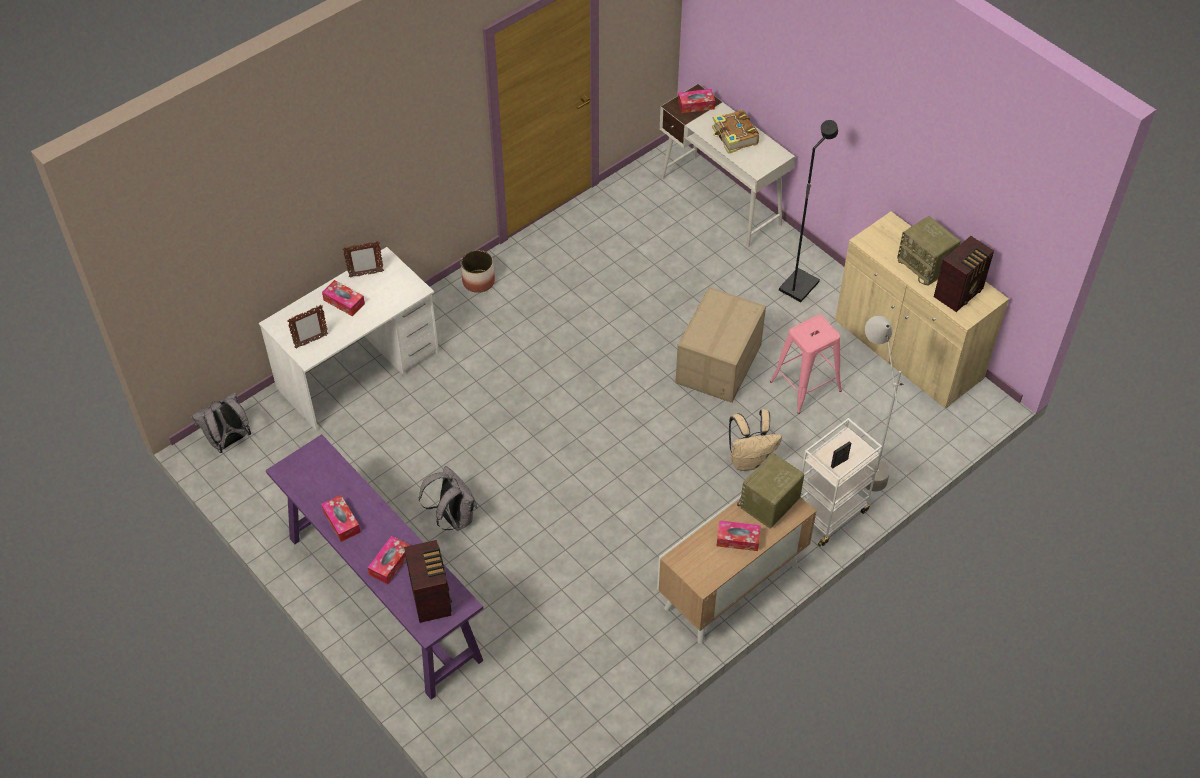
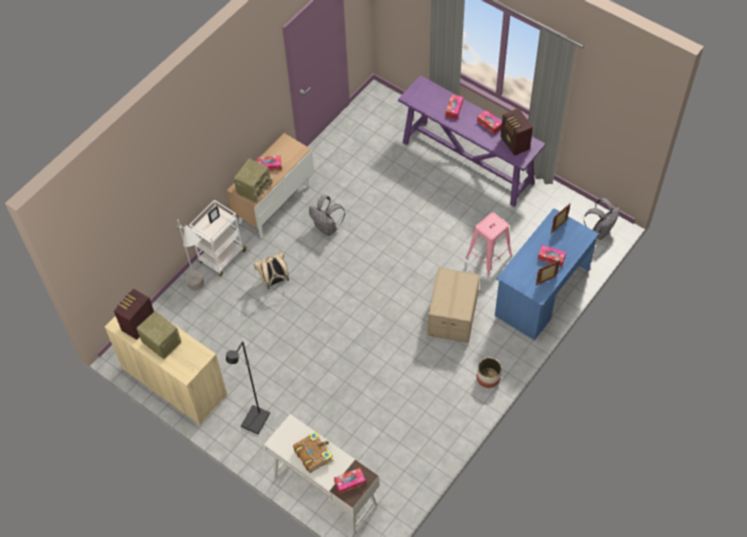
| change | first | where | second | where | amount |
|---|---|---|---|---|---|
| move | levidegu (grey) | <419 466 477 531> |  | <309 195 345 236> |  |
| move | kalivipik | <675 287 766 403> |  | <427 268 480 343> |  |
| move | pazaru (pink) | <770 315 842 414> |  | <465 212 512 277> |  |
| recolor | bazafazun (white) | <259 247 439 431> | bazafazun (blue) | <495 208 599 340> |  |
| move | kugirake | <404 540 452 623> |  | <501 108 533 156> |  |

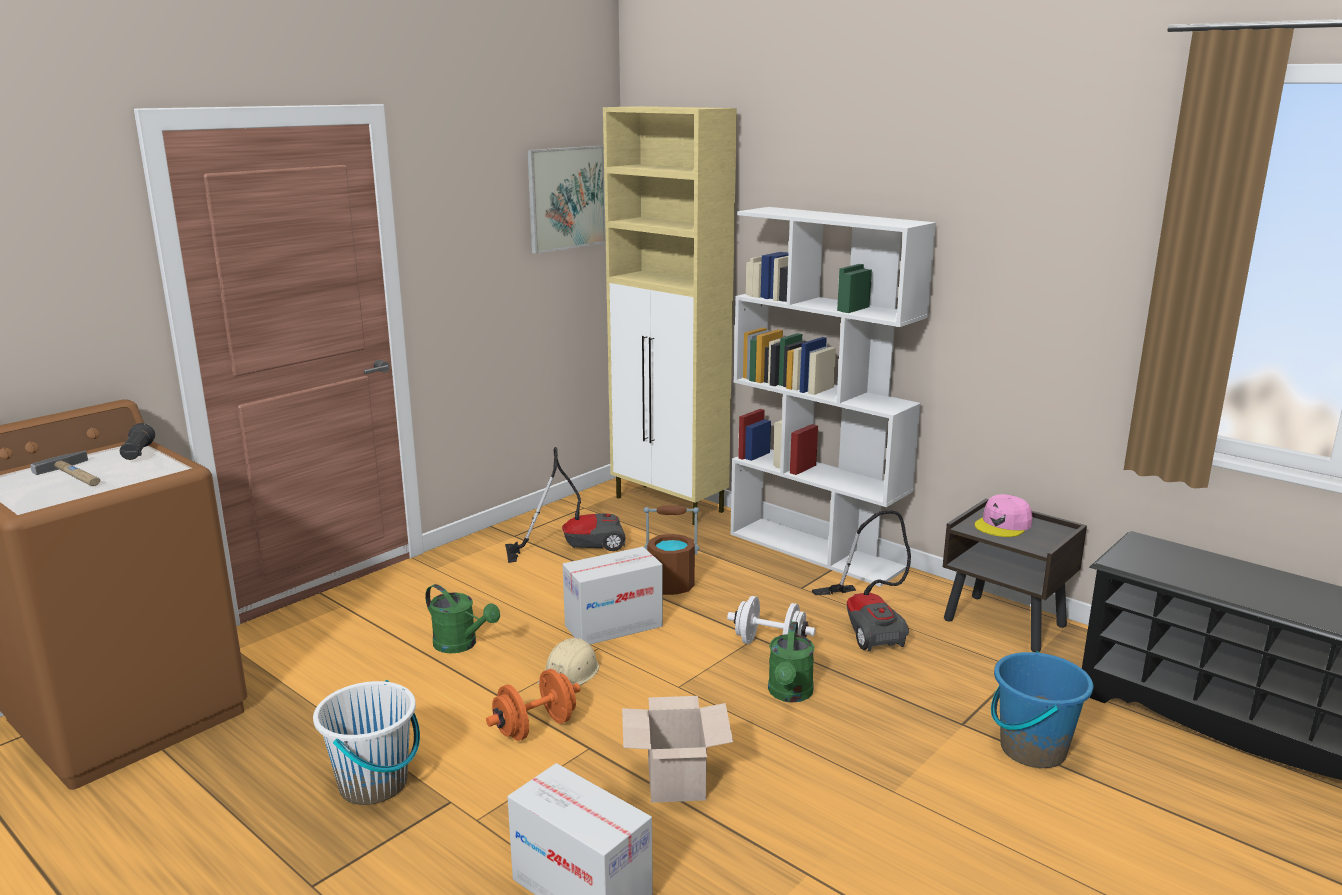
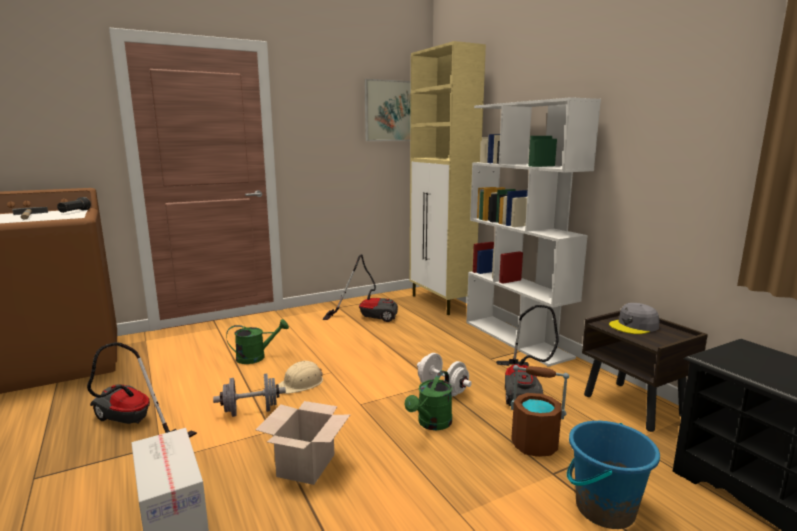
| change | first | where | second | where | amount |
|---|---|---|---|---|---|
| replace | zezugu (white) | <313 680 420 805> | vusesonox | <87 342 197 438> |  |
| recolor | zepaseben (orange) | <486 669 580 741> | zepaseben (grey) | <213 374 286 417> |  |
| rotate | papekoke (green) | <425 584 500 654> |  | <226 319 289 364> | 75 degrees counterclockwise |
| move | zezugu (brown) | <644 505 699 595> |  | <511 365 569 457> |  |
| recolor | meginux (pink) | <975 494 1032 537> | meginux (grey) | <609 303 659 334> |  |
| delete | kalivipik | <562 547 663 645> |  |  |  |

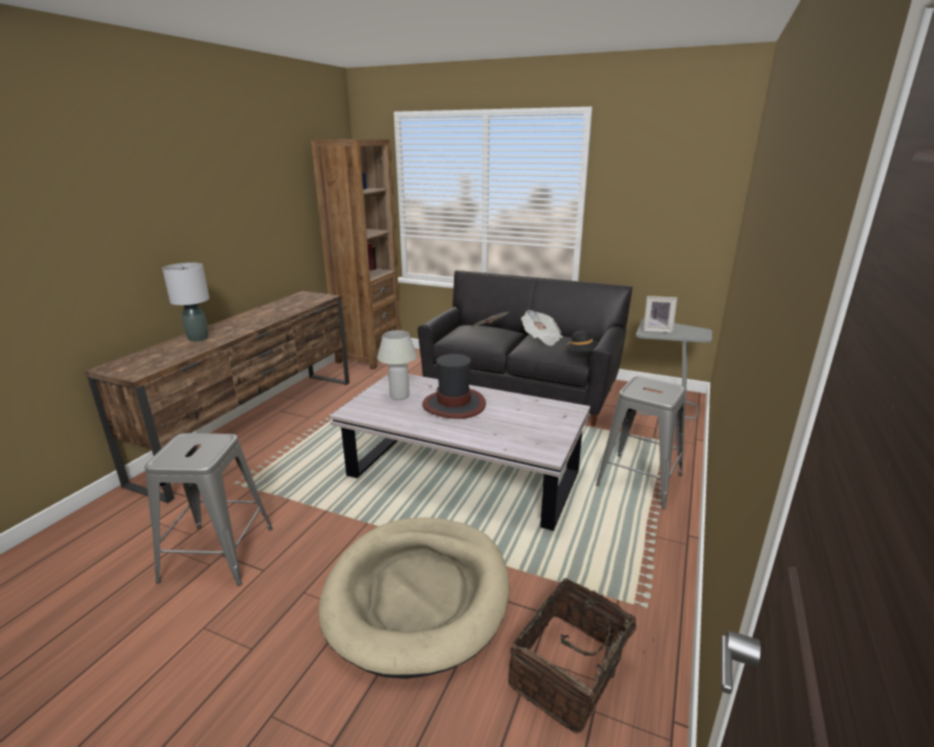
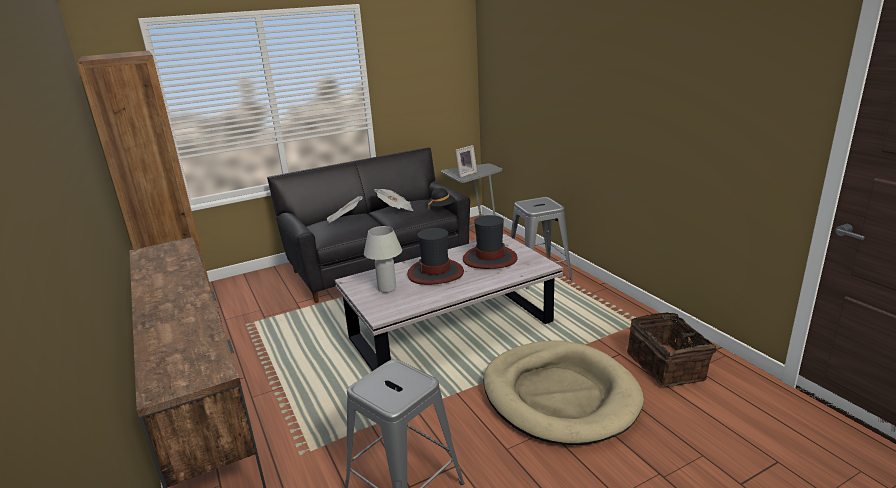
| change | first | where | second | where | amount |
|---|---|---|---|---|---|
| insert |  |  | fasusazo | <463 215 518 269> |  |
| delete | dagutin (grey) | <162 263 209 342> |  |  |  |

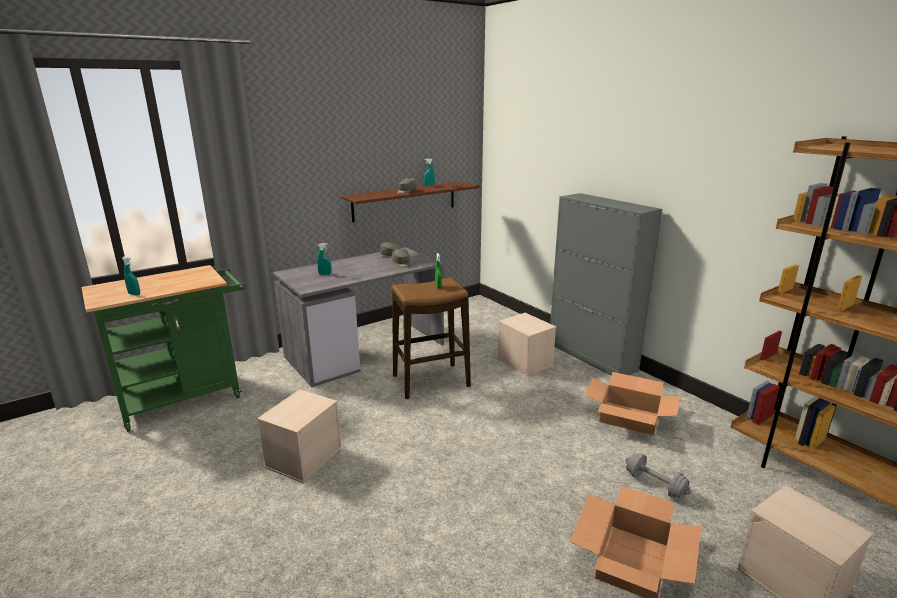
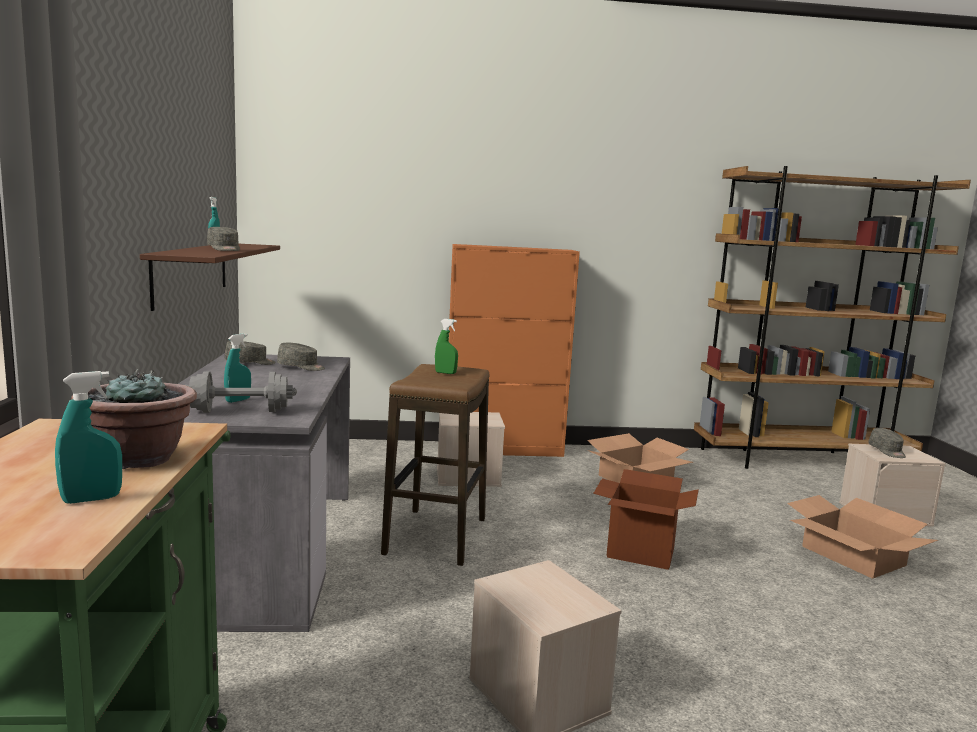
| change | first | where | second | where | amount |
|---|---|---|---|---|---|
| insert |  |  | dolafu | <71 369 197 469> |  |
| move | zepaseben (grey) | <625 453 691 499> |  | <186 371 297 413> |  |
| recolor | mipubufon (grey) | <550 193 662 376> | mipubufon (orange) | <449 244 580 457> |  |
| insert |  |  | kalivipik | <593 469 699 570> |  |
| insert |  |  | meginux (grey) | <868 428 906 458> |  |

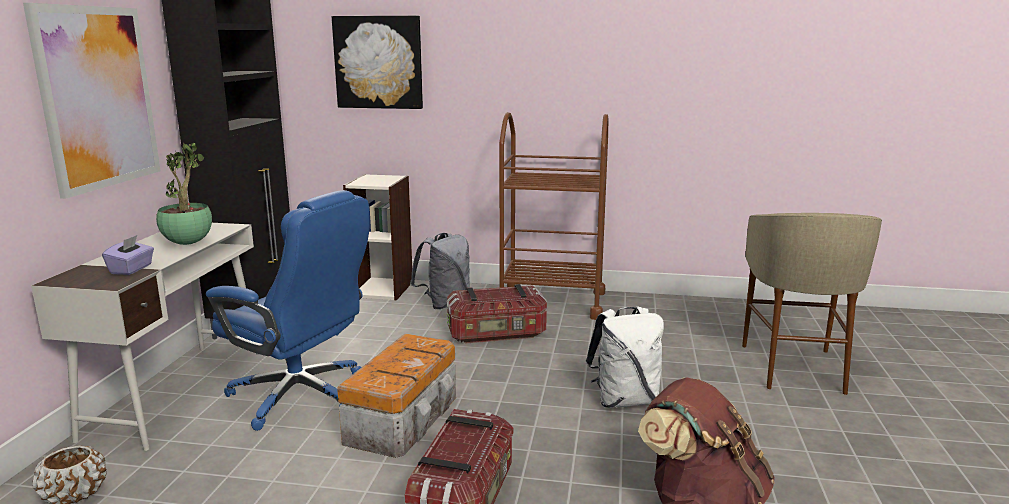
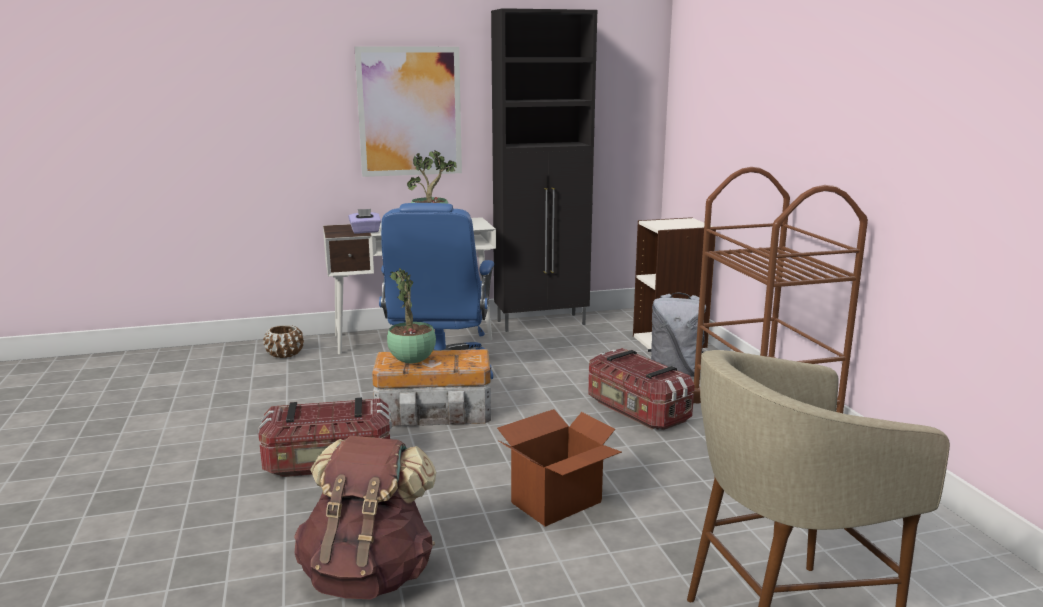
| change | first | where | second | where | amount |
|---|---|---|---|---|---|
| insert |  |  | dolafu | <387 268 436 364> |  |
| replace | levidegu (white) | <585 306 664 408> | kalivipik | <497 409 622 527> |  |
| delete | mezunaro | <332 16 423 109> |  |  |  |

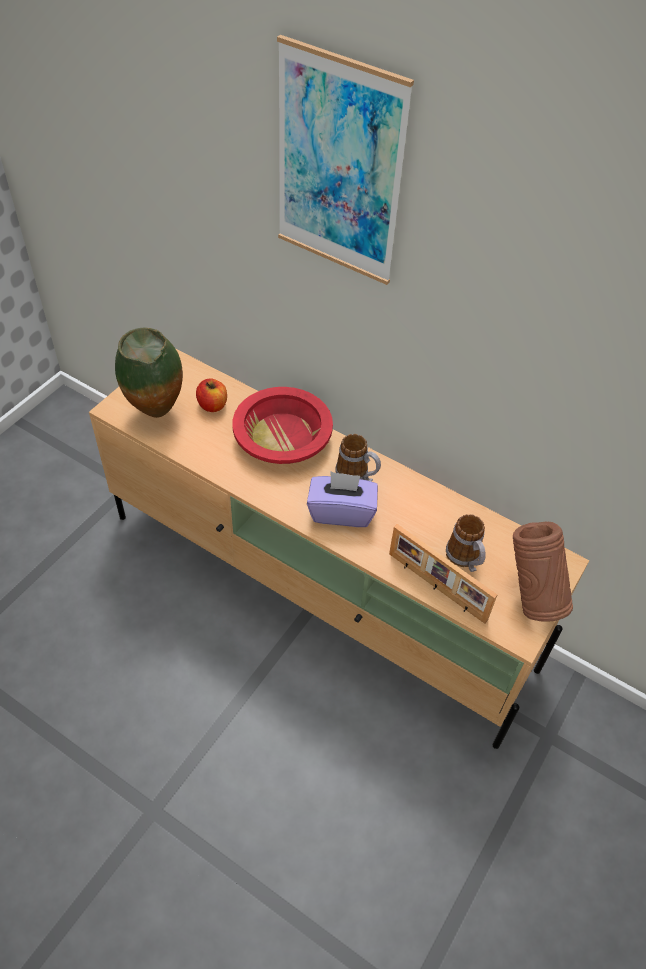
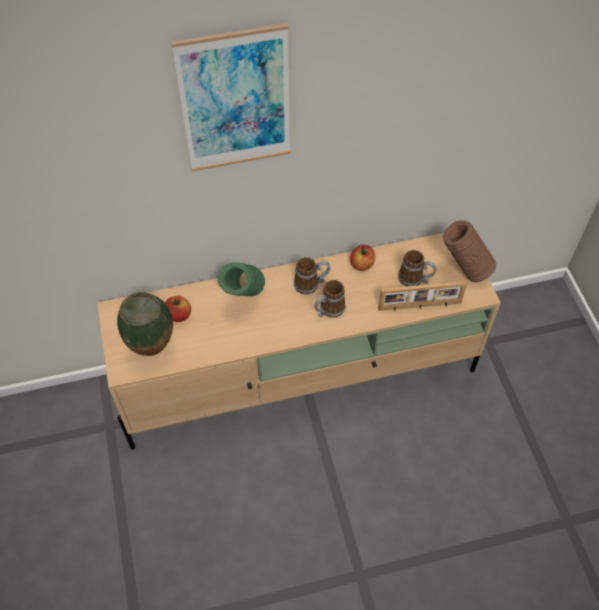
| change | first | where | second | where | amount |
|---|---|---|---|---|---|
| replace | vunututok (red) | <233 387 333 464> | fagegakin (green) | <217 262 265 296> |  |
| replace | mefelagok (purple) | <307 472 378 527> | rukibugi | <314 280 346 318> |  |
| insert |  |  | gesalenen | <350 245 375 271> |  |

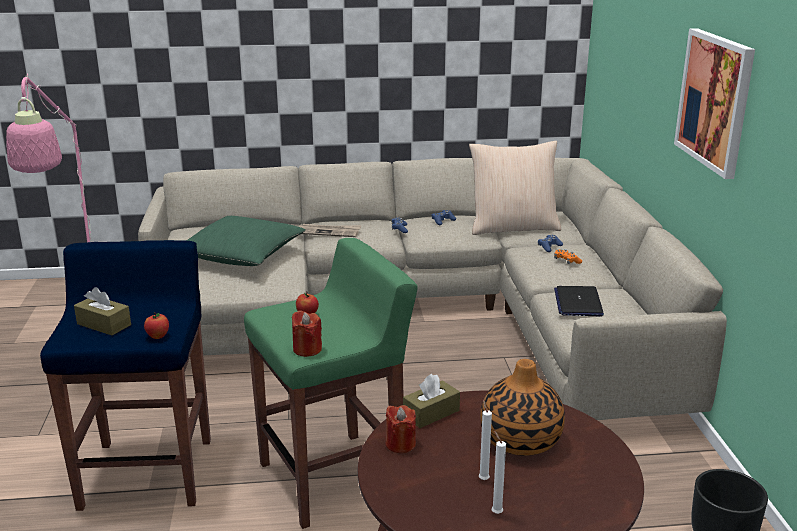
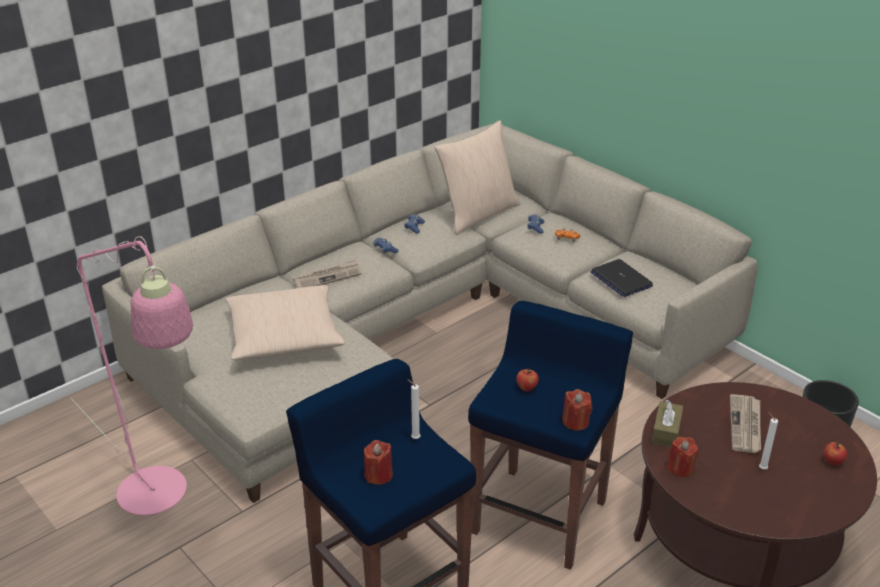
| change | first | where | second | where | amount |
|---|---|---|---|---|---|
| recolor | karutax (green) | <186 216 306 266> | karutax (beige) | <225 285 345 360> |  |
| replace | mefelagok (brown) | <74 287 131 335> | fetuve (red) | <364 440 393 484> |  |
| move | fetuve (white) | <492 431 506 514> |  | <407 379 421 439> |  |
| recolor | pazaru (green) | <244 238 418 529> | pazaru (blue) | <468 301 633 570> |  |
| replace | fagegakin | <480 359 565 456> | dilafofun | <730 394 761 453> |  |
| move | gesalenen | <144 312 169 339> |  | <824 442 847 465> |  |
| delete | mezunaro | <674 28 755 179> |  |  |  |

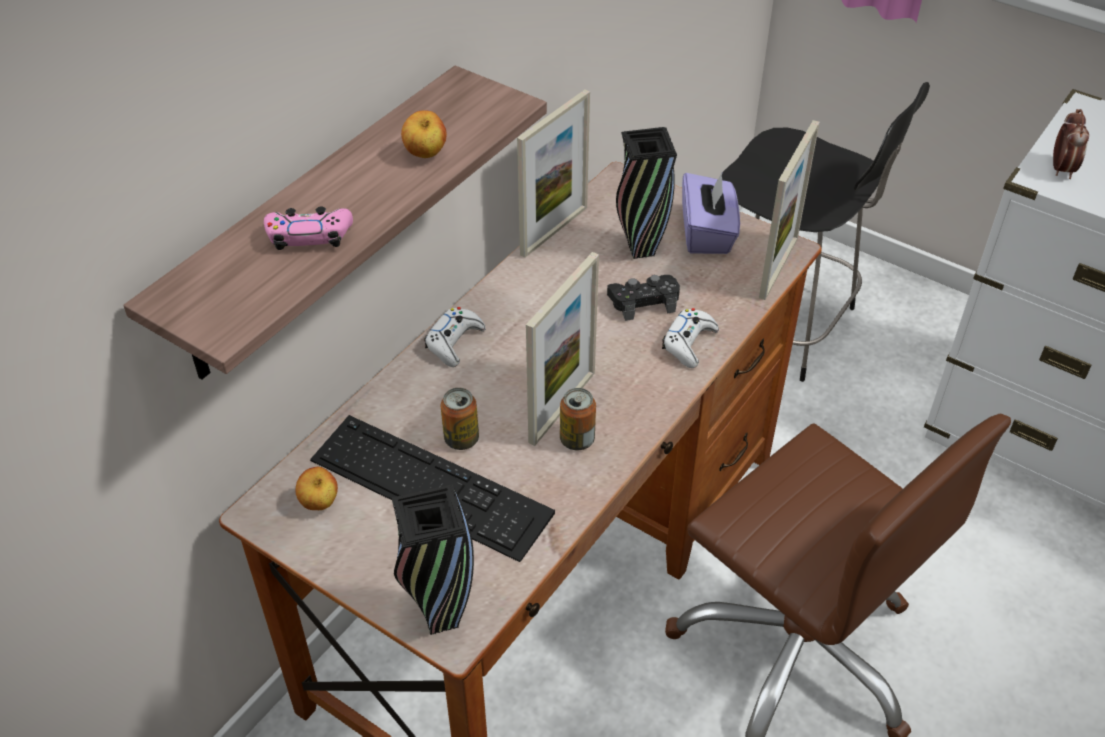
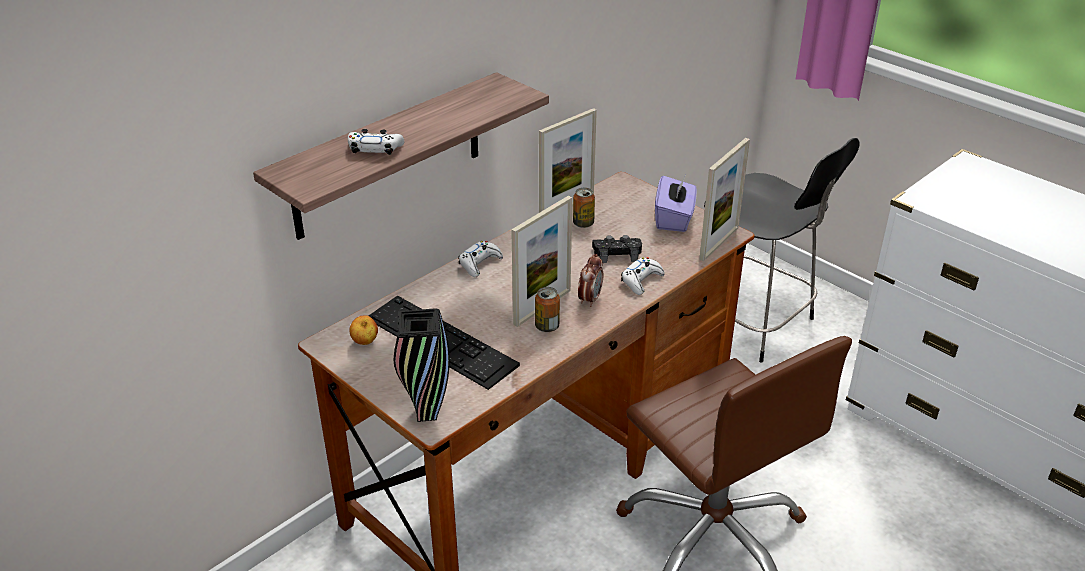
| change | first | where | second | where | amount |
|---|---|---|---|---|---|
| recolor | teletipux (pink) | <264 206 353 250> | teletipux (white) | <348 129 404 155> |  |
| move | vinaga | <441 388 479 450> |  | <573 188 595 228> |  |
| move | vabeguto | <1053 109 1089 179> |  | <578 254 604 307> |  |
| delete | gesalenen | <401 110 447 158> |  |  |  |
| delete | fagegakin (black) | <616 127 677 259> |  |  |  |

